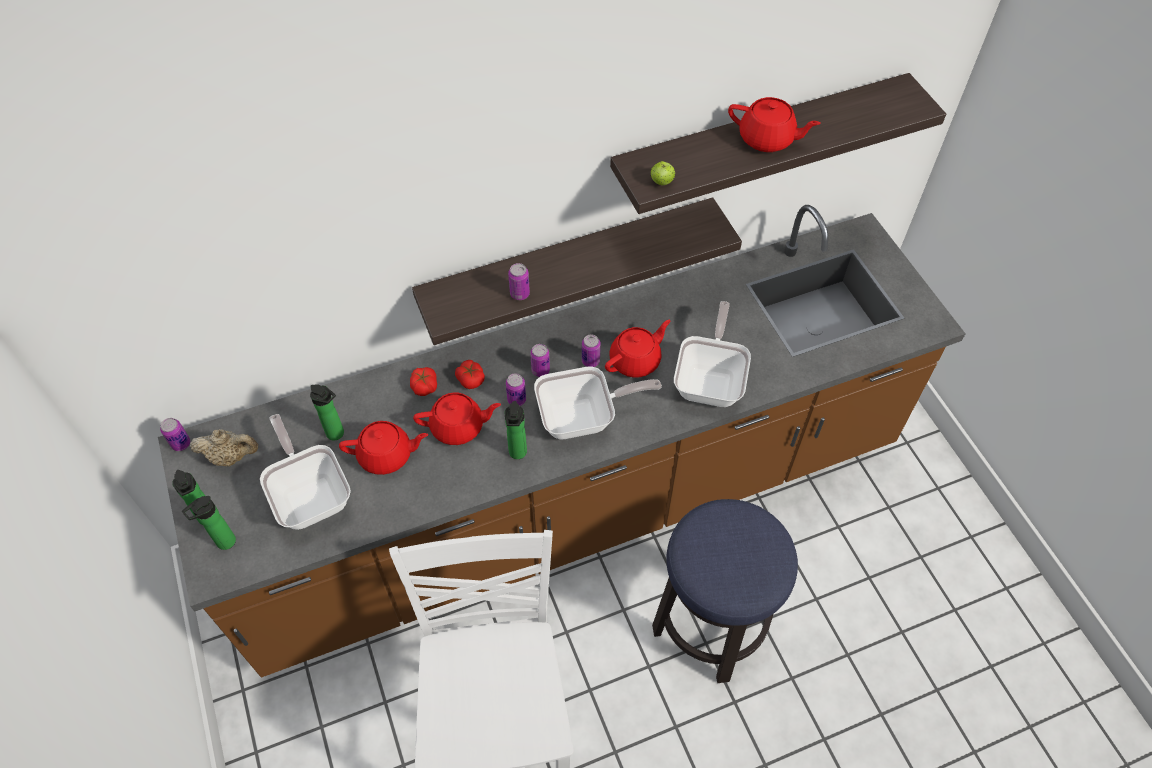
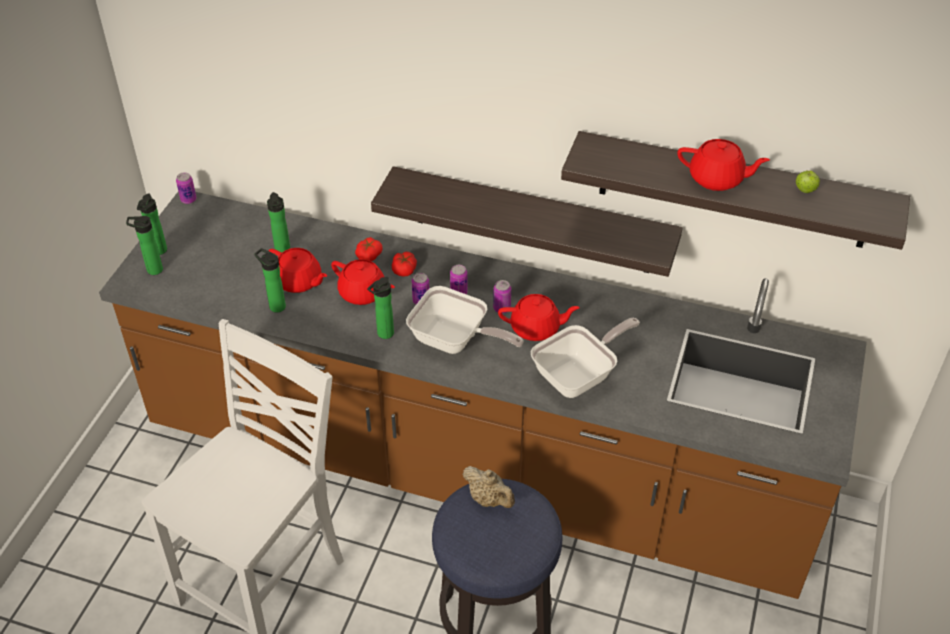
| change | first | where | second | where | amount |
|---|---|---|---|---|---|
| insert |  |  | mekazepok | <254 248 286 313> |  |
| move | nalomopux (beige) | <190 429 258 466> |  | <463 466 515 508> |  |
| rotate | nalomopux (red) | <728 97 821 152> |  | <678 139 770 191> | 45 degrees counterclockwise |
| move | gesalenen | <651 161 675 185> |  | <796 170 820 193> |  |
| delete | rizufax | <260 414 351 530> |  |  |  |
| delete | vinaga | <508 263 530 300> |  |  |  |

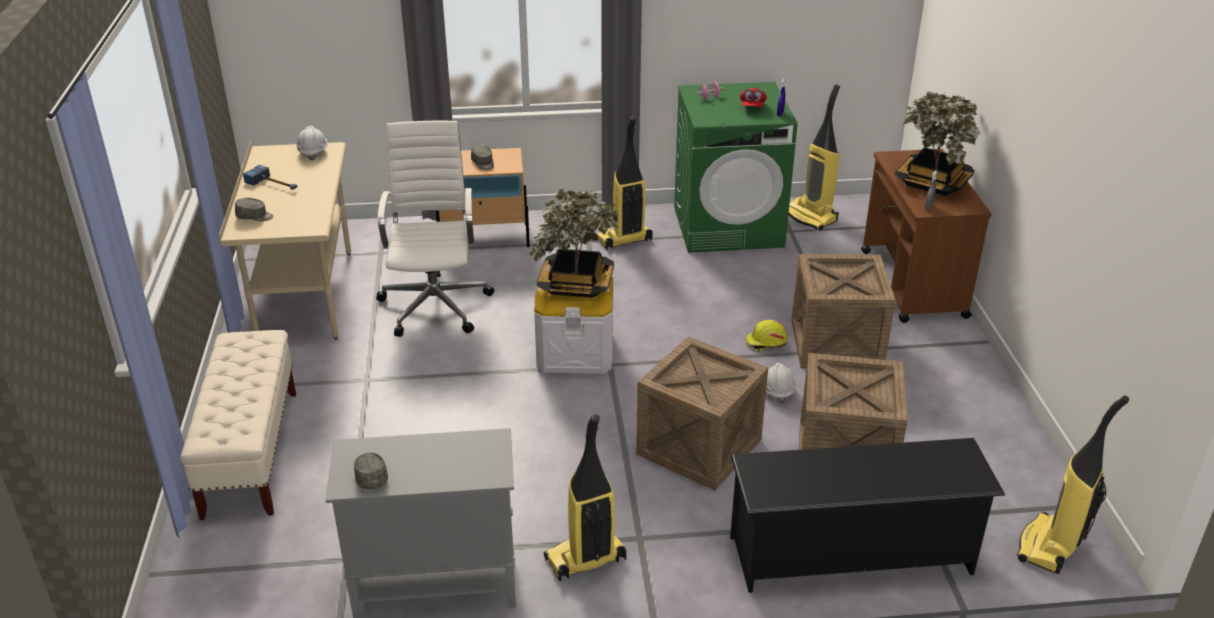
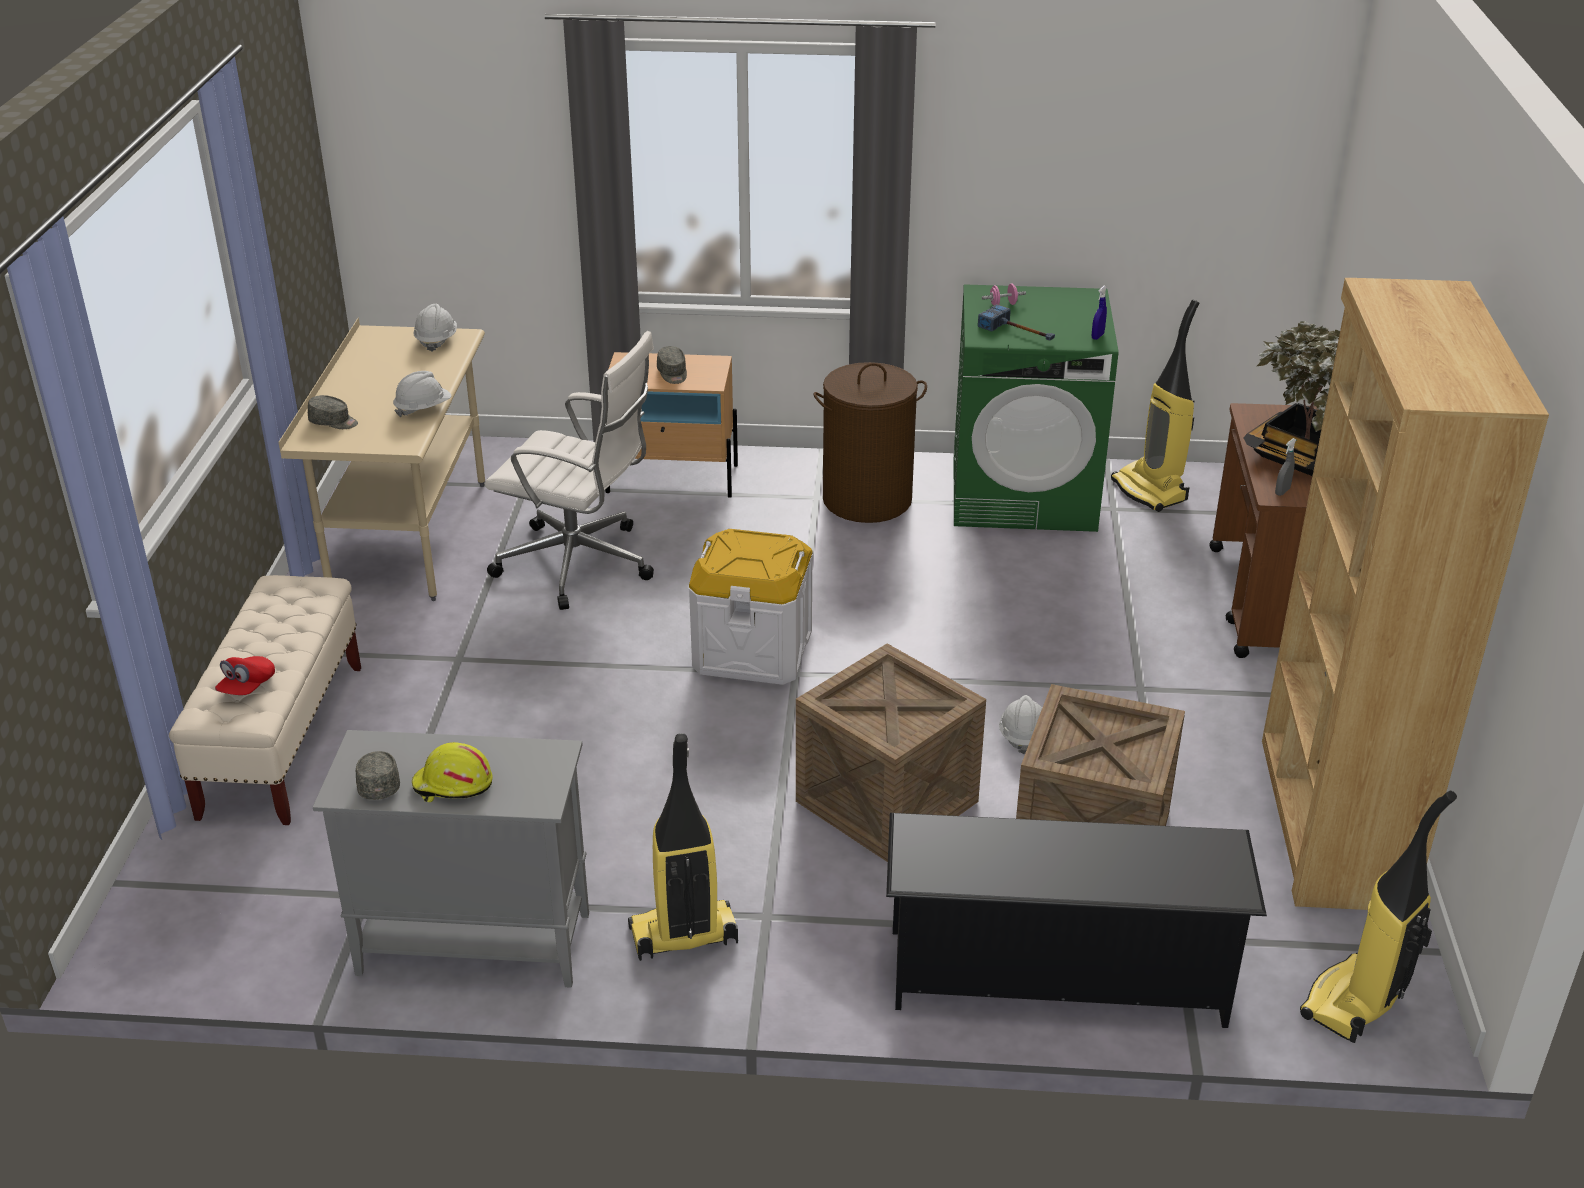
| change | first | where | second | where | amount |
|---|---|---|---|---|---|
| move | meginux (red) | <740 88 767 107> |  | <215 656 275 695> |  |
| insert |  |  | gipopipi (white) | <393 371 451 417> |  |
| move | gipopipi (yellow) | <745 320 788 352> |  | <412 742 493 802> |  |
| rotate | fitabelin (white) | <376 121 494 337> |  | <485 331 654 610> | 105 degrees clockwise |
| replace | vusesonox | <595 116 652 250> | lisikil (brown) | <813 362 927 523> |  |
| move | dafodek | <243 165 297 190> |  | <978 304 1055 341> |  |
| insert |  |  | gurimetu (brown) | <1262 278 1549 910> |  |
| delete | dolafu | <529 188 619 298> |  |  |  |
| delete | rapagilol | <792 254 896 368> |  |  |  |

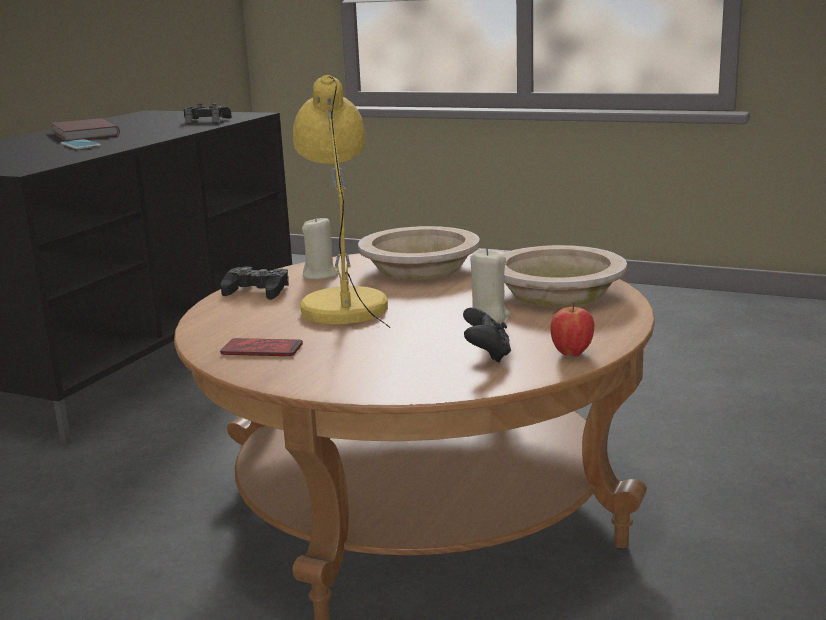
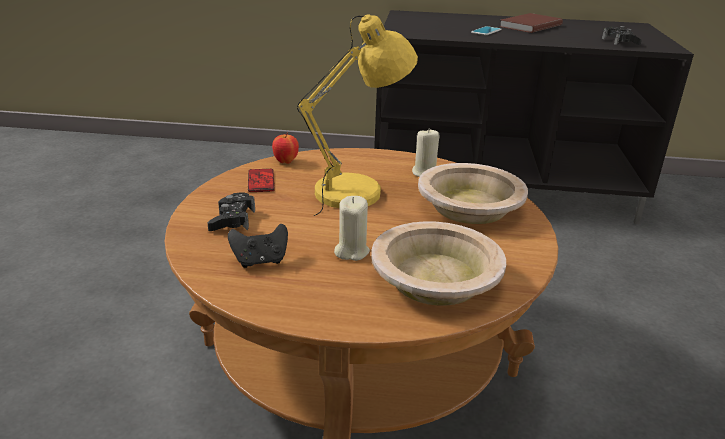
| change | first | where | second | where | amount |
|---|---|---|---|---|---|
| move | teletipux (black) | <221 267 289 300> |  | <208 192 255 231> |  |
| move | gesalenen | <550 302 594 357> |  | <272 133 299 164> |  |

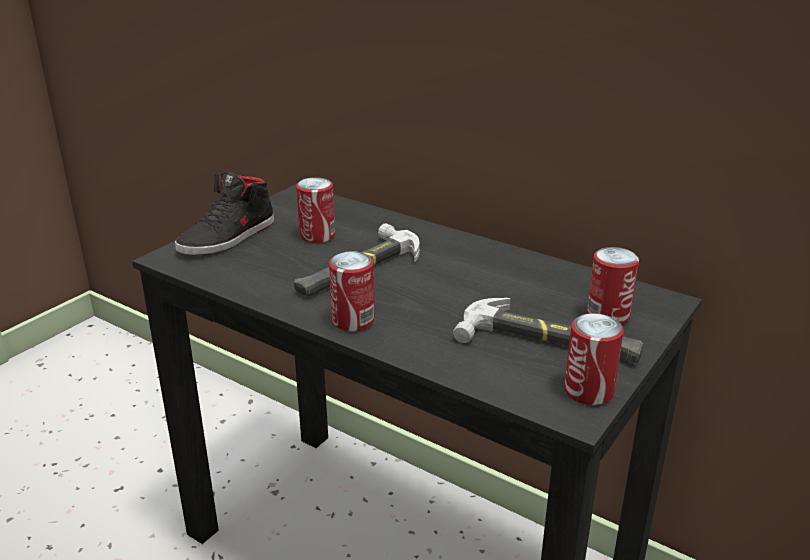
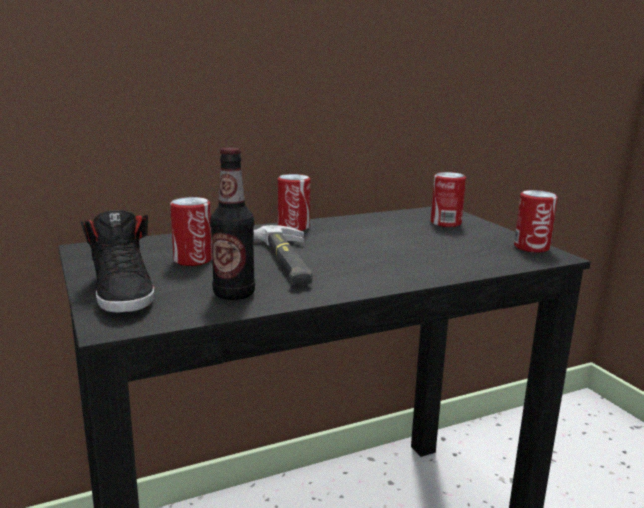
| change | first | where | second | where | amount |
|---|---|---|---|---|---|
| insert |  |  | mekazepok | <210 147 255 300> |  |
| move | vinaga | <329 251 375 332> |  | <278 174 311 231> |  |
| delete | dafodek | <453 298 643 363> |  |  |  |

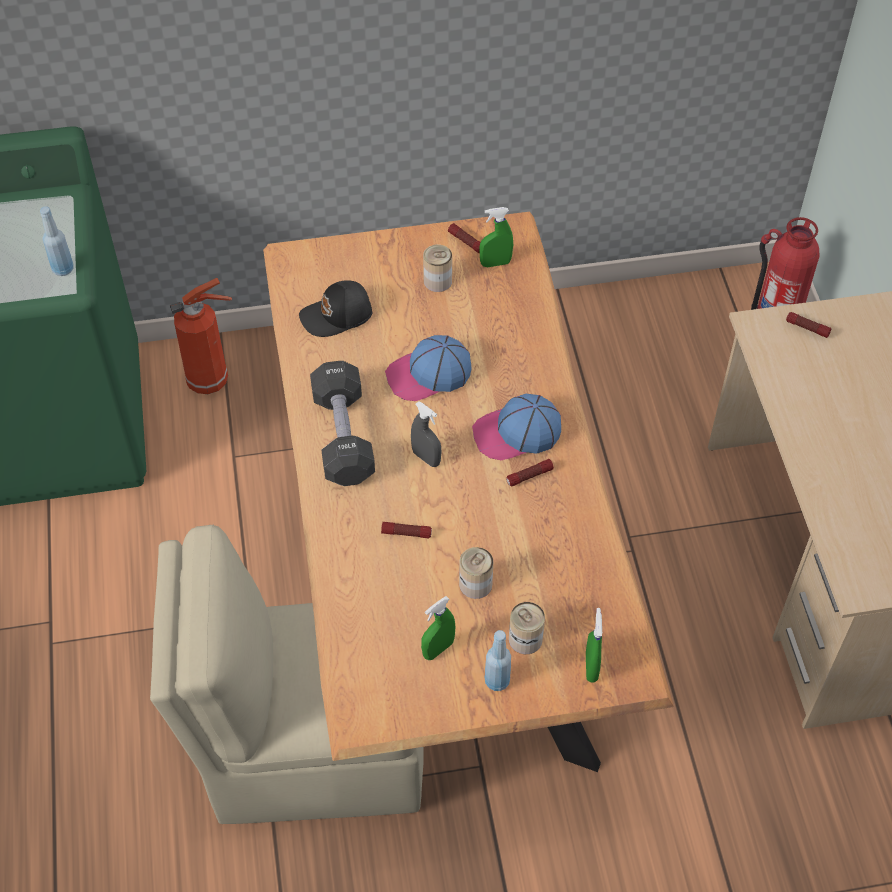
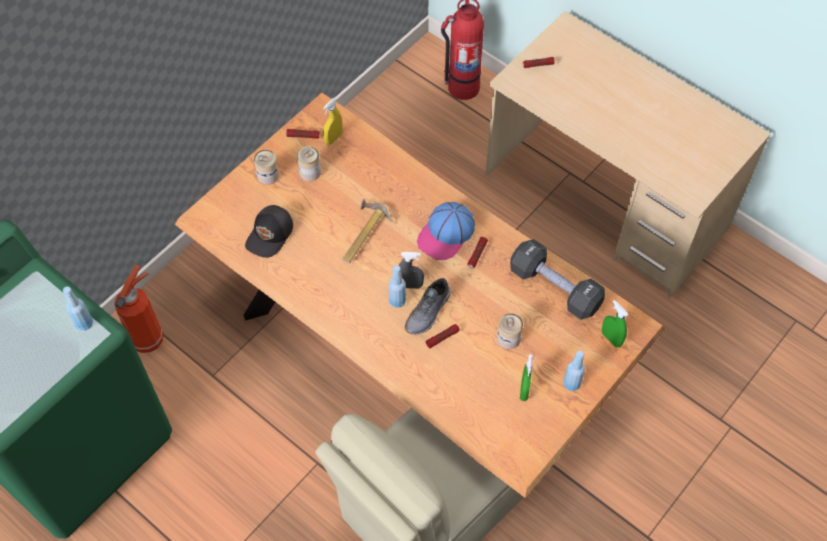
| change | first | where | second | where | amount |
|---|---|---|---|---|---|
| move | vinaga | <509 602 545 654> |  | <254 150 279 185> |  |
| recolor | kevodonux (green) | <479 207 513 267> | kevodonux (yellow) | <323 98 343 145> |  |
| replace | meginux | <385 335 472 401> | dafodek | <342 199 392 263> |  |
| insert |  |  | mekazepok (blue) | <389 265 406 308> |  |
| insert |  |  | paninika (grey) | <405 278 451 335> |  |
| move | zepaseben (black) | <310 361 375 486> |  | <510 239 605 320> |  |

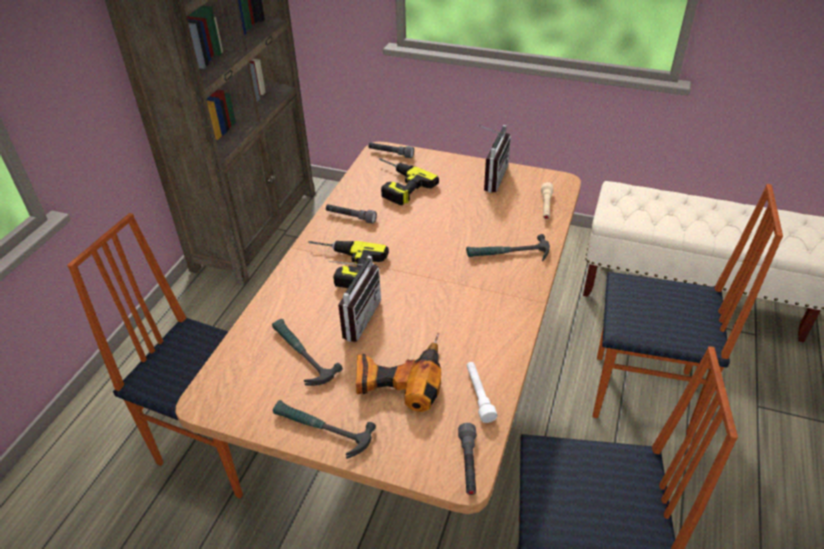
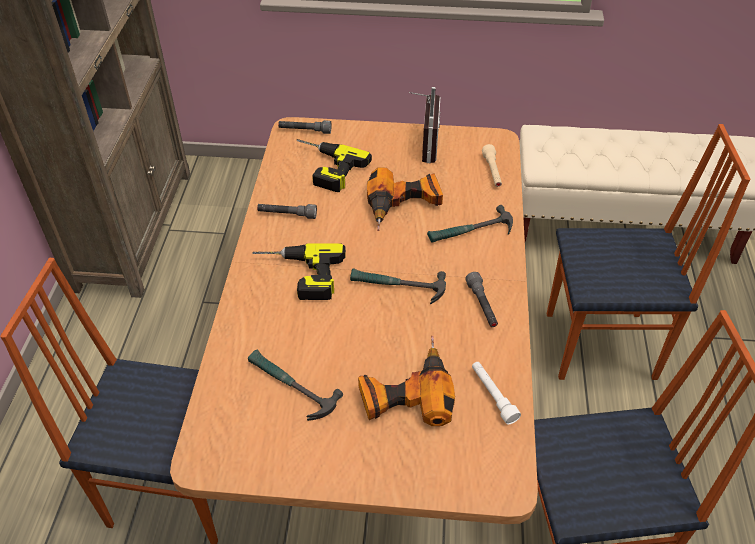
| change | first | where | second | where | amount |
|---|---|---|---|---|---|
| move | dafodek | <273 400 376 459> |  | <350 269 446 304> |  |
| insert |  |  | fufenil | <367 167 443 231> |  |
| move | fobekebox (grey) | <458 423 477 495> |  | <465 272 498 327> |  |
| delete | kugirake | <329 256 381 342> |  |  |  |

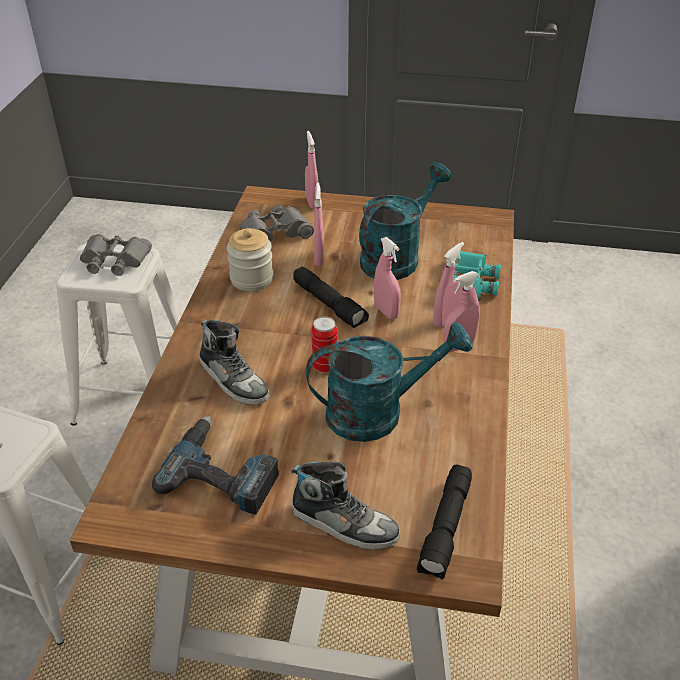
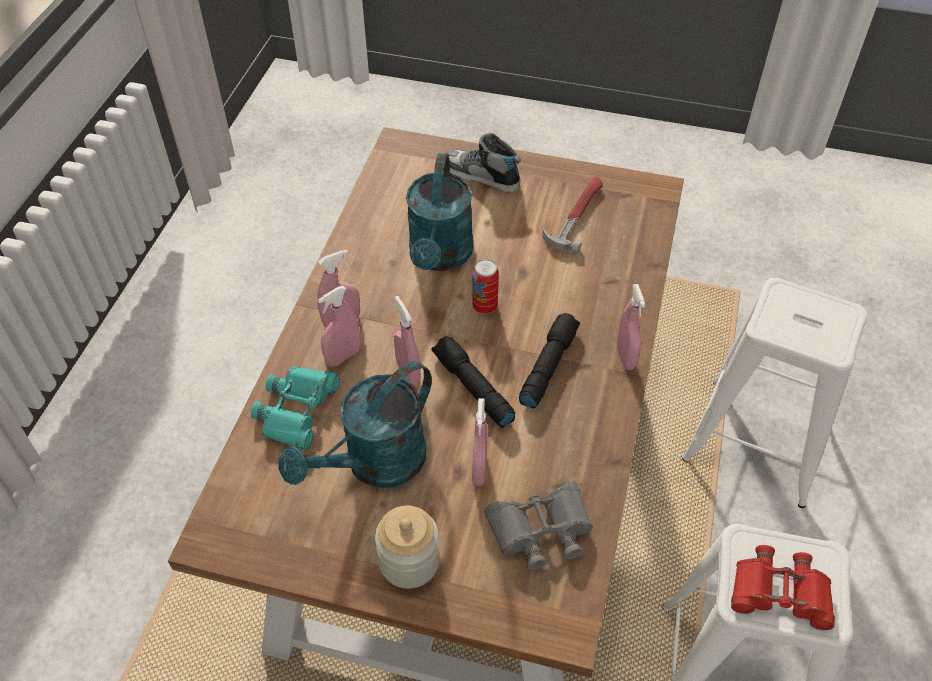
| change | first | where | second | where | amount |
|---|---|---|---|---|---|
| move | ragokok | <227 228 273 291> |  | <375 506 440 589> |  |
| rotate | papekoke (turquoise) | <306 322 473 442> |  | <406 153 474 271> | 75 degrees counterclockwise |
| move | fobekebox (black) | <417 464 472 580> |  | <519 313 580 409> |  |
| replace | fufenil | <152 416 279 515> | dafodek | <542 176 603 254> |  |
| move | kevodonux (pink) | <305 131 318 209> |  | <617 284 646 370> |  |
| recolor | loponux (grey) | <80 234 152 276> | loponux (red) | <731 545 835 630> |  |
| delete | paninika | <199 320 269 405> |  |  |  |

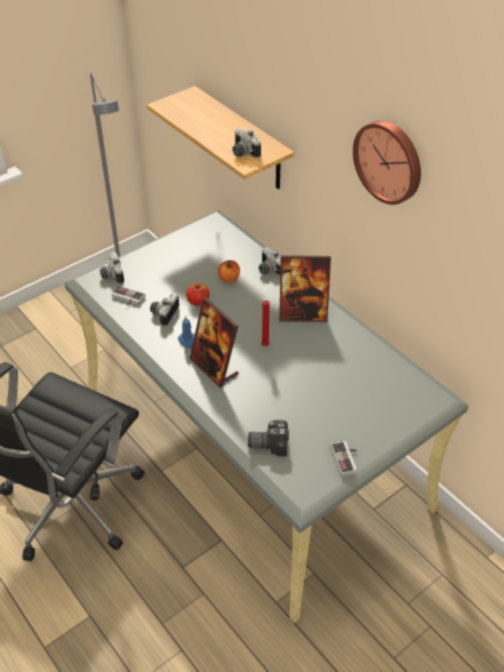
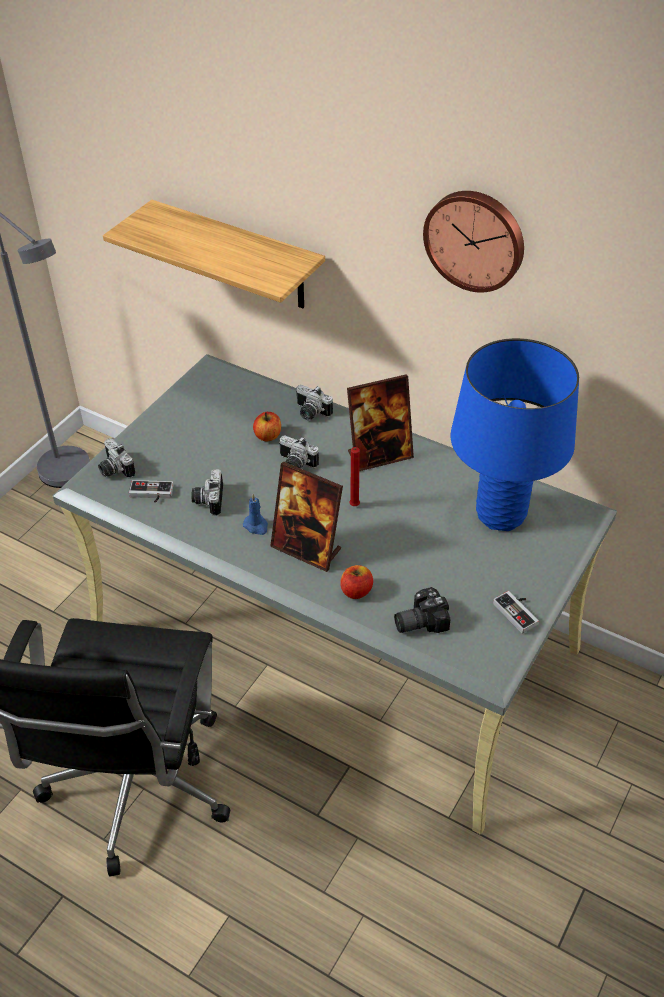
| change | first | where | second | where | amount |
|---|---|---|---|---|---|
| move | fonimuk | <232 128 261 158> |  | <279 435 319 468> |  |
| move | gesalenen | <186 283 209 306> |  | <340 565 373 599> |  |
| insert |  |  | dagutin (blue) | <451 338 579 531> |  |

